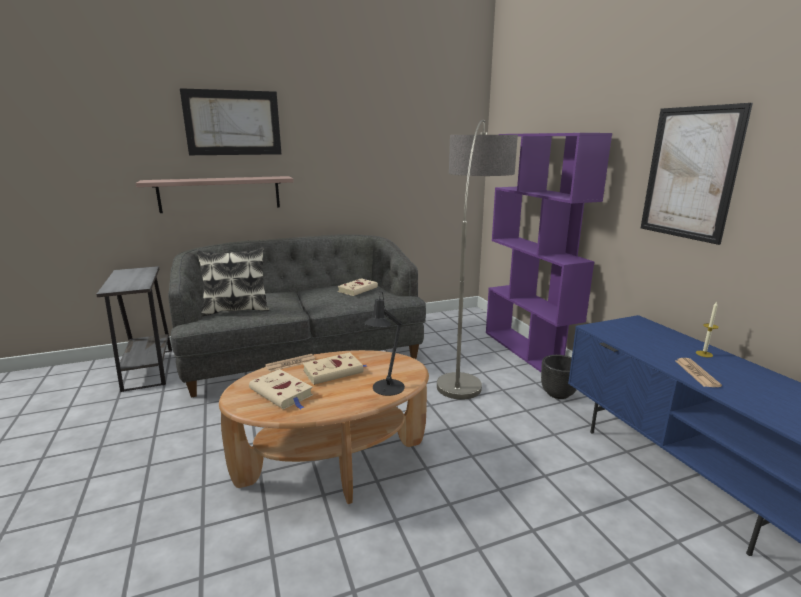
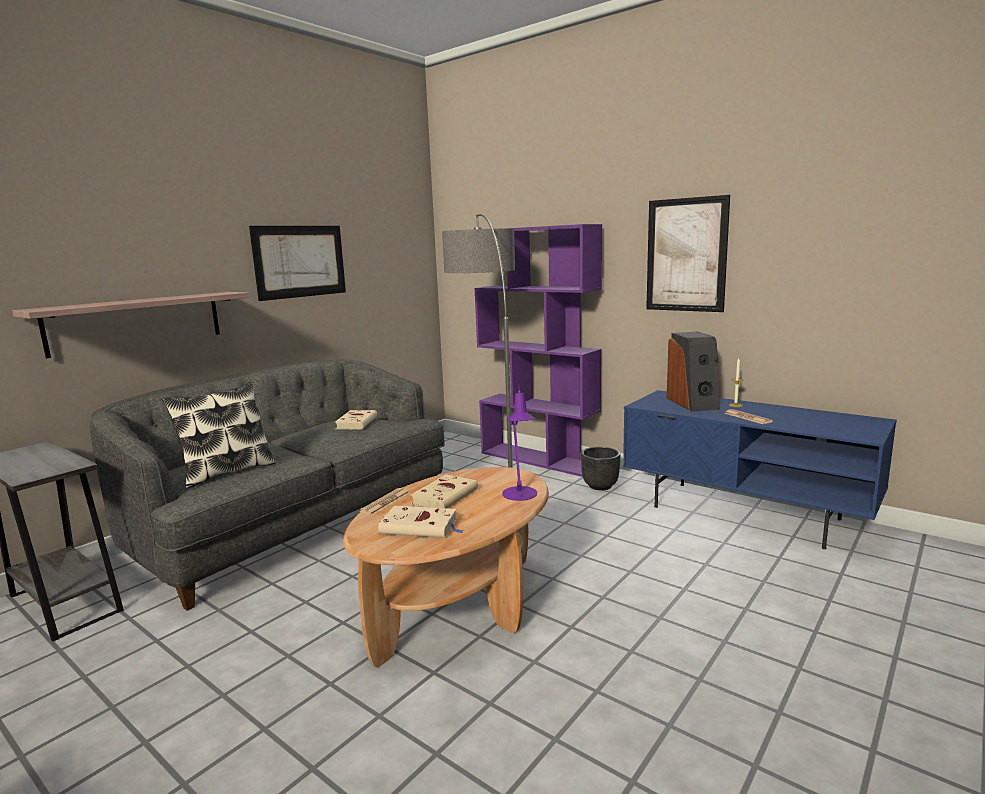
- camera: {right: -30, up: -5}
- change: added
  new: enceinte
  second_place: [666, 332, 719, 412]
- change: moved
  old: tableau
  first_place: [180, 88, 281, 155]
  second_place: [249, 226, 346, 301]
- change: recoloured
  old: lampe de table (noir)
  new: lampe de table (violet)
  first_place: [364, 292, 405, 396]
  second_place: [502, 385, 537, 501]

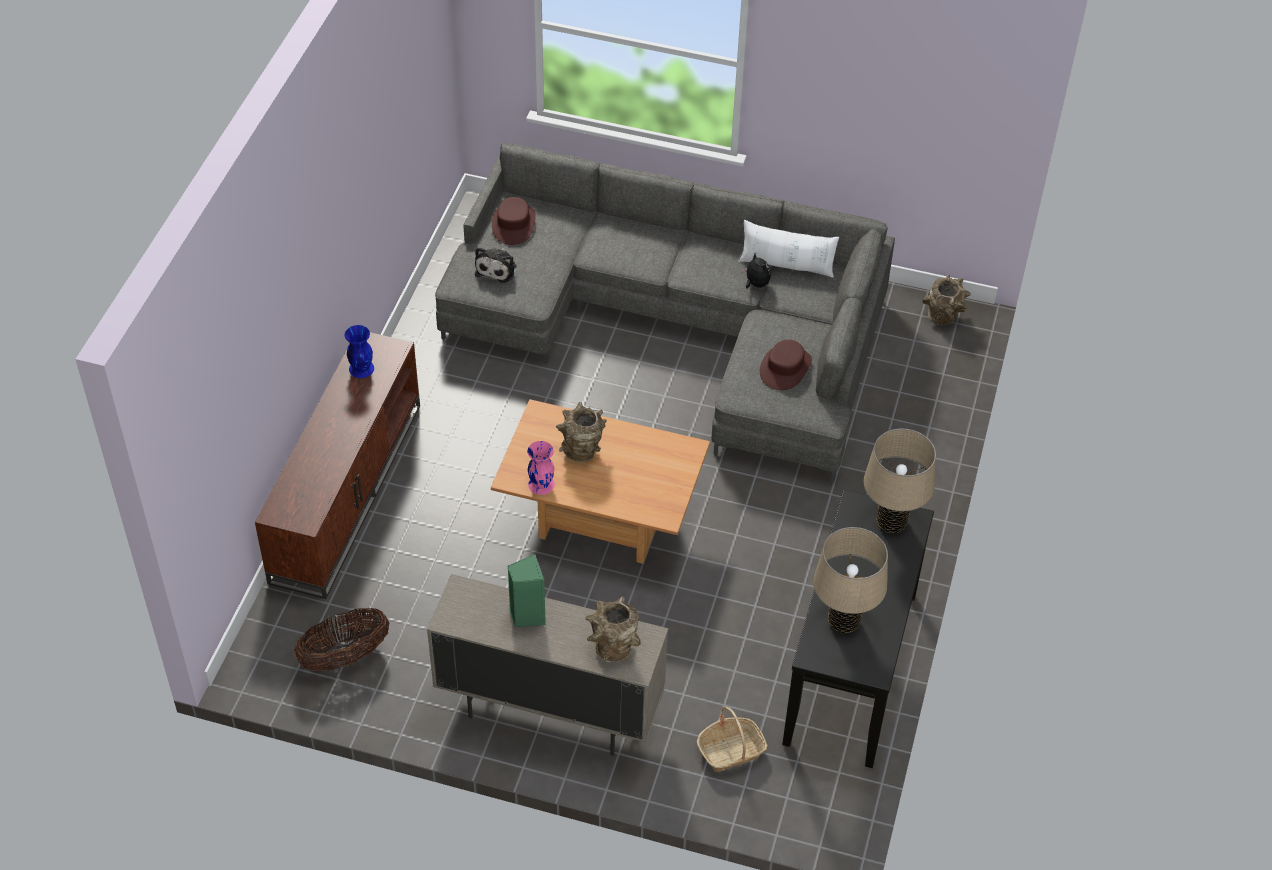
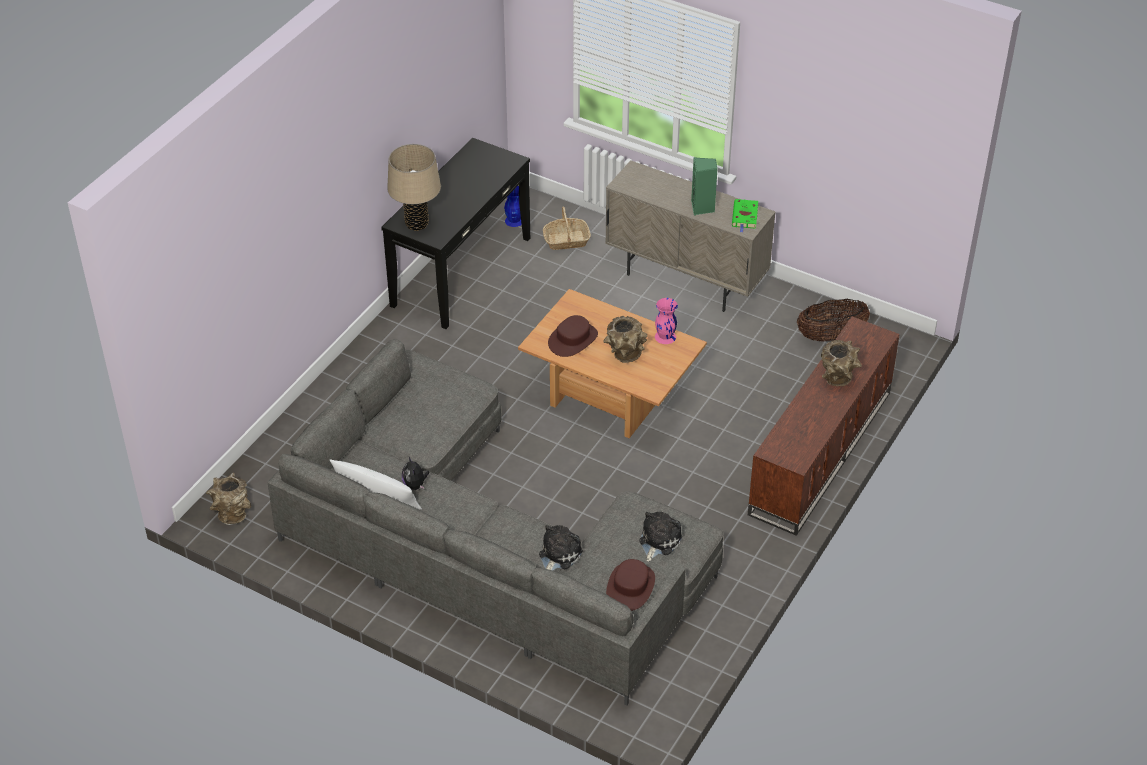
- camera: {right: -165, up: -5}
- change: removed
  old: lampe de table (beige)
  first_place: [813, 527, 888, 633]
- change: added
  new: peluche
  second_place: [539, 525, 583, 570]
- change: added
  new: livre (vert)
  second_place: [732, 199, 758, 233]
- change: moved
  old: vase (bleu)
  first_place: [345, 325, 374, 378]
  second_place: [504, 186, 522, 227]
- change: moved
  old: vase (marron)
  first_place: [585, 596, 640, 662]
  second_place: [821, 340, 862, 386]
- change: moved
  old: chapeau (marron)
  first_place: [760, 339, 812, 390]
  second_place: [548, 315, 598, 357]

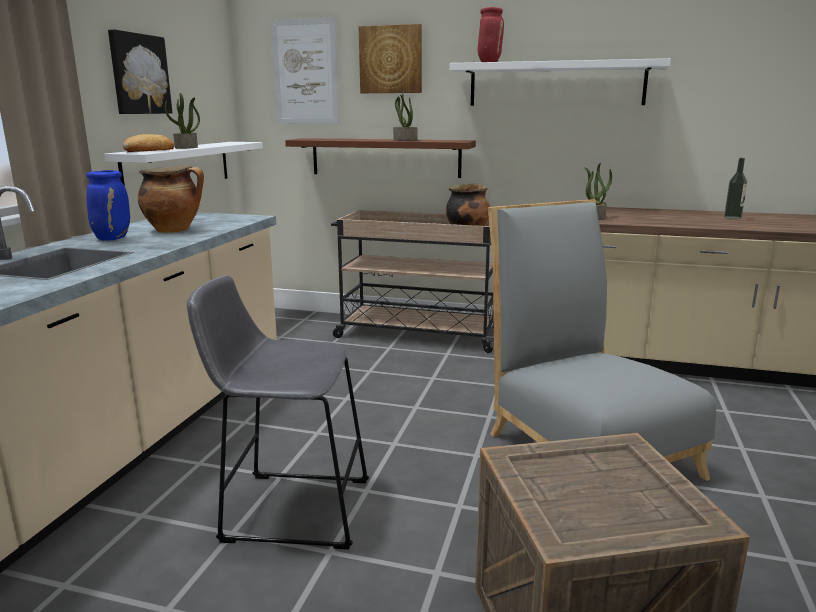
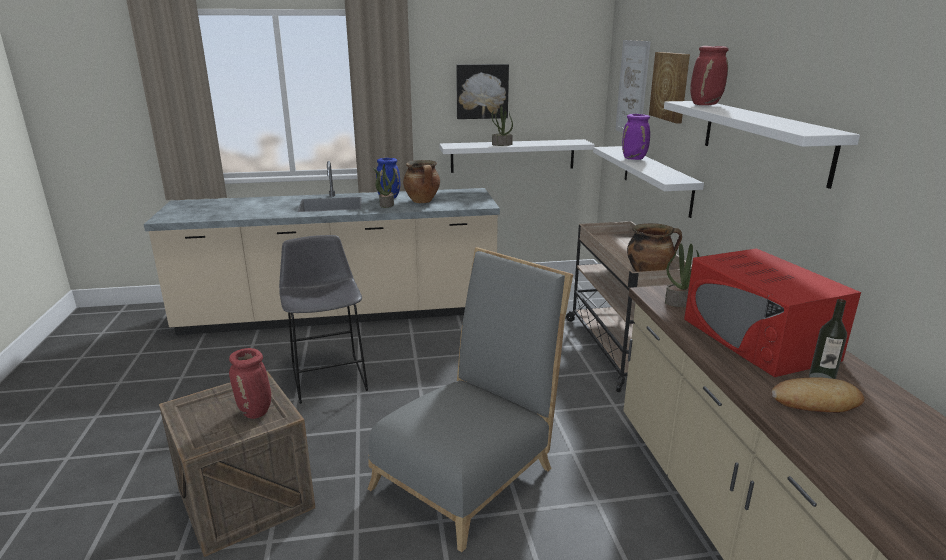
- camera: {right: 65, up: 5}
- change: added
  new: vase (rouge)
  second_place: [229, 348, 271, 419]
- change: added
  new: vase (violet)
  second_place: [622, 114, 650, 160]
- change: added
  new: micro-ondes (rouge)
  second_place: [684, 248, 861, 377]
- change: moved
  old: pain
  first_place: [123, 134, 174, 152]
  second_place: [771, 377, 864, 413]
- change: moved
  old: plante en pot
  first_place: [393, 91, 418, 141]
  second_place: [373, 164, 396, 208]
- change: recoloured
  old: étagère (marron)
  new: étagère (blanc)
  first_place: [285, 138, 476, 178]
  second_place: [593, 146, 704, 218]

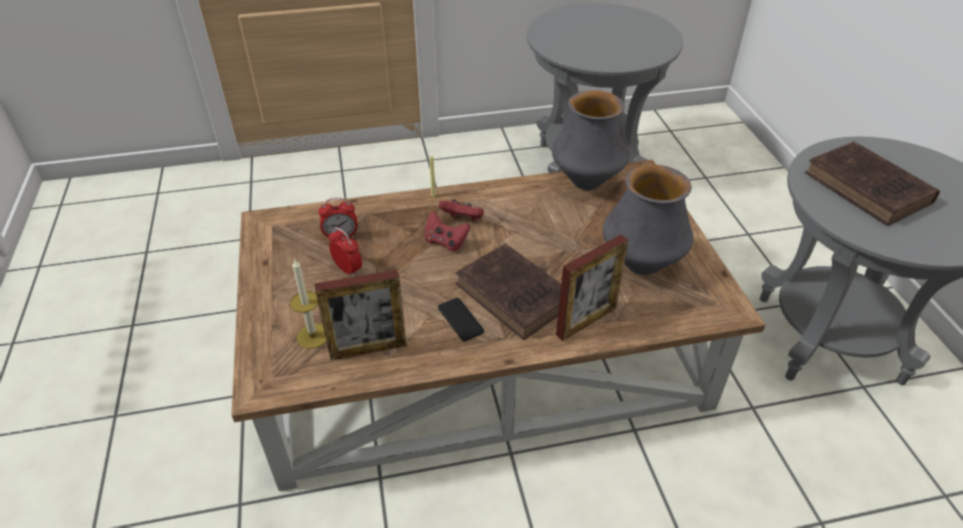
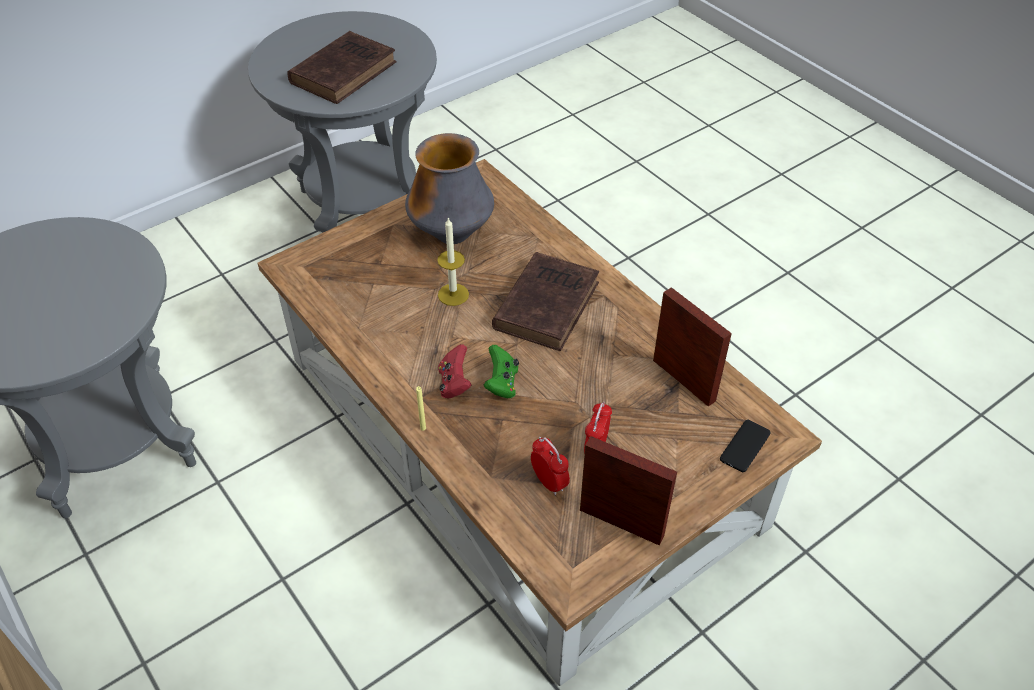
- camera: {right: -115, up: 5}
- change: removed
  old: vase
  first_place: [552, 90, 630, 190]
- change: moved
  old: bougie
  first_place: [290, 258, 326, 349]
  second_place: [437, 217, 469, 306]
- change: moved
  old: téléphone
  first_place: [438, 298, 484, 341]
  second_place: [720, 420, 770, 472]
- change: moved
  old: cadre photo
  first_place: [556, 235, 629, 341]
  second_place: [580, 436, 677, 546]
- change: recoloured
  old: manette (rouge)
  new: manette (vert)
  first_place: [425, 211, 470, 252]
  second_place: [483, 345, 519, 398]

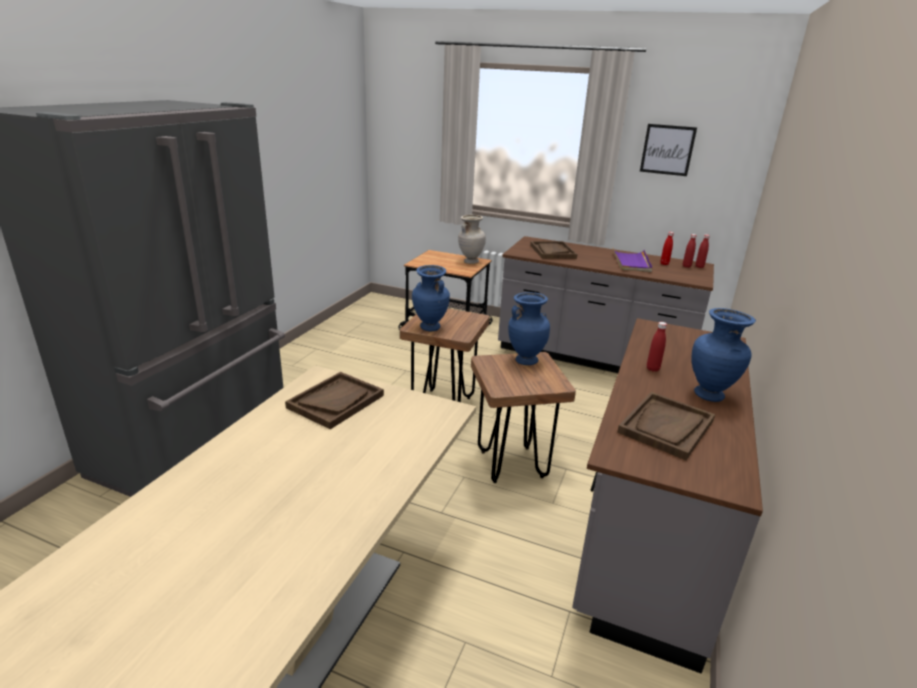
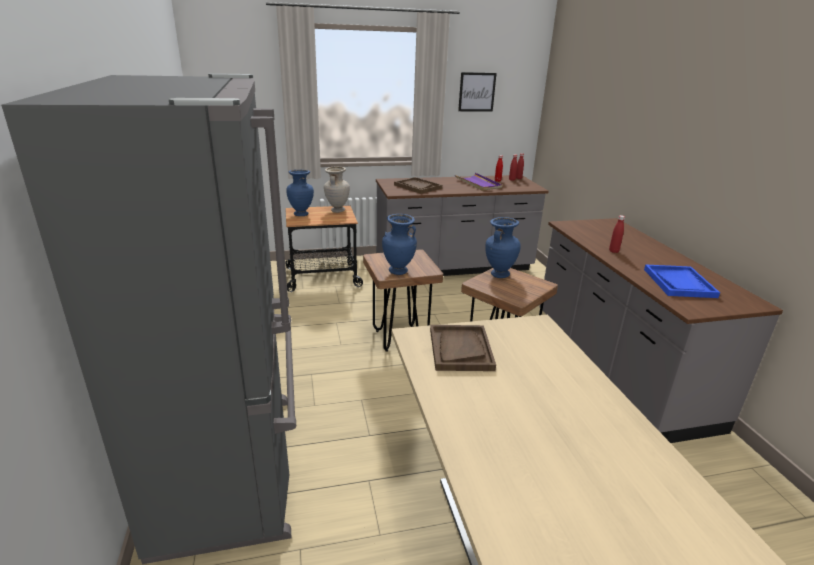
- camera: {right: -35, up: 0}
- change: moved
  old: vase (bleu)
  first_place: [692, 308, 756, 402]
  second_place: [286, 170, 314, 216]
- change: recoloured
  old: plateau (marron)
  new: plateau (bleu)
  first_place: [617, 392, 715, 460]
  second_place: [644, 265, 720, 298]

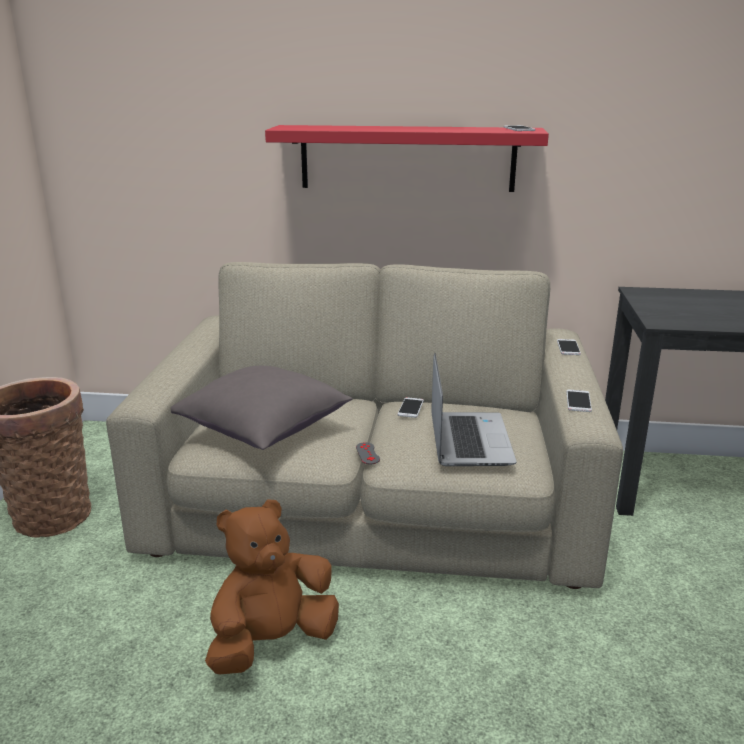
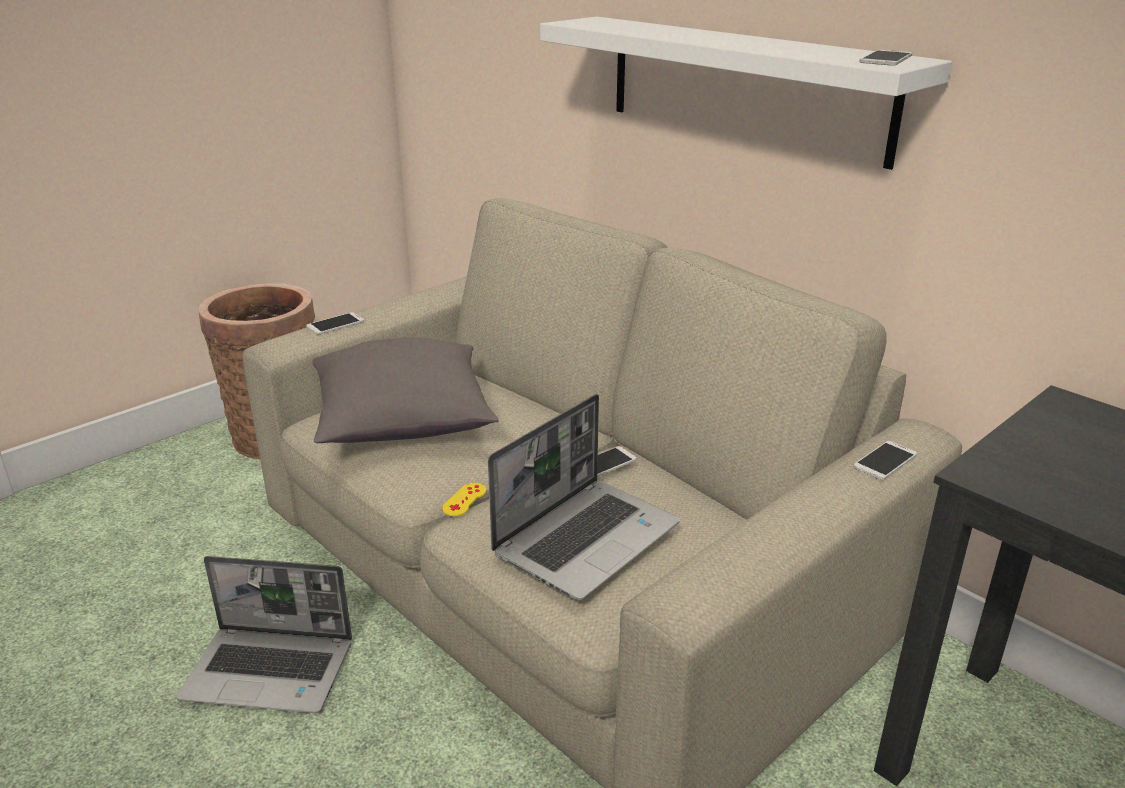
- camera: {right: 40, up: 5}
- change: moved
  old: téléphone
  first_place: [566, 389, 592, 412]
  second_place: [306, 312, 364, 335]
- change: replaced
  old: peluche (marron)
  new: ordinateur portable
  first_place: [205, 499, 339, 675]
  second_place: [177, 556, 352, 713]
- change: recoloured
  old: étagère (rouge)
  new: étagère (blanc)
  first_place: [265, 125, 549, 192]
  second_place: [540, 17, 952, 170]
- change: recoloured
  old: manette (gris)
  new: manette (jaune)
  first_place: [356, 442, 380, 465]
  second_place: [442, 483, 486, 516]

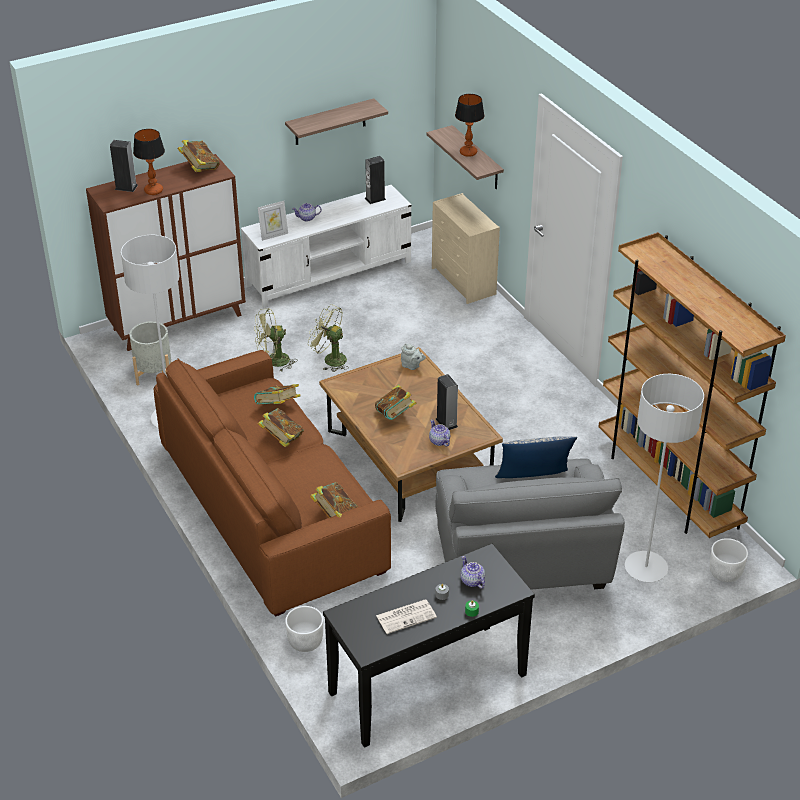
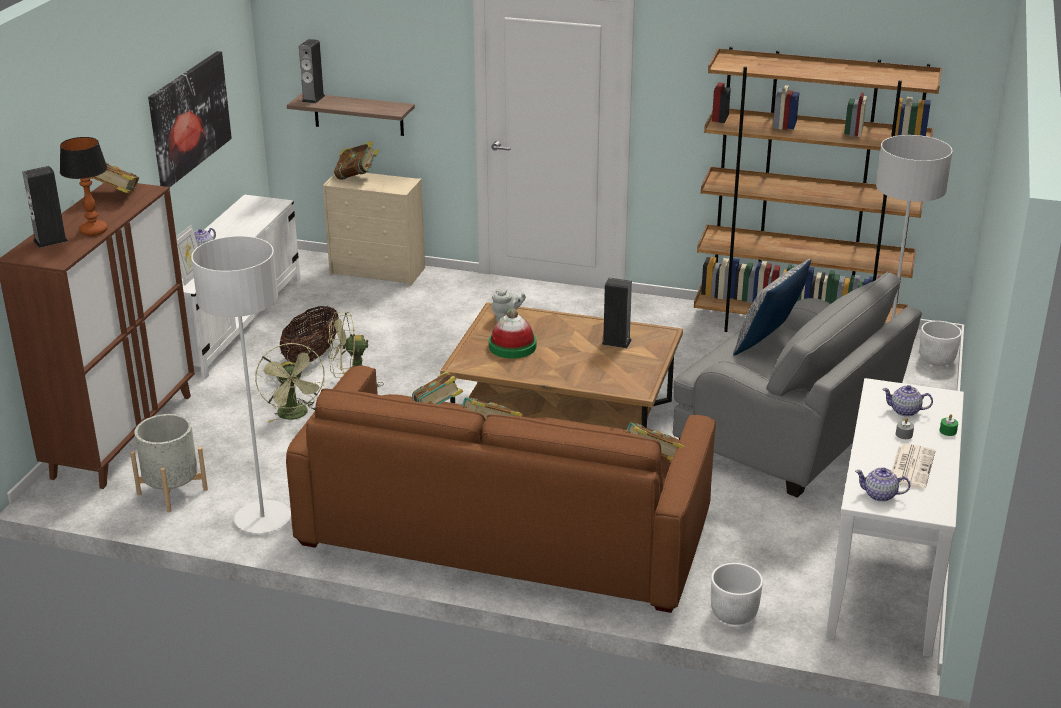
- camera: {right: -45, up: -10}
- change: removed
  old: lampe de table
  first_place: [455, 94, 484, 157]
- change: added
  new: panier
  second_place: [280, 306, 339, 363]
- change: added
  new: chapeau
  second_place: [489, 308, 536, 359]
- change: moved
  old: enceinte
  first_place: [365, 156, 386, 204]
  second_place: [299, 39, 325, 103]
- change: moved
  old: livre
  first_place: [375, 385, 416, 420]
  second_place: [334, 141, 379, 180]
- change: moved
  old: théière
  first_place: [429, 420, 450, 447]
  second_place: [855, 468, 910, 502]
- change: replaced
  old: étagère
  new: tableau
  first_place: [285, 98, 388, 145]
  second_place: [148, 51, 232, 188]
- change: recoloured
  old: table console (noir)
  new: table console (blanc)
  first_place: [323, 544, 535, 748]
  second_place: [826, 378, 964, 657]
- change: turned
  old: ventilateur (vert)
  first_place: [254, 309, 297, 372]
  second_place: [255, 343, 325, 423]
  degrees: -45

